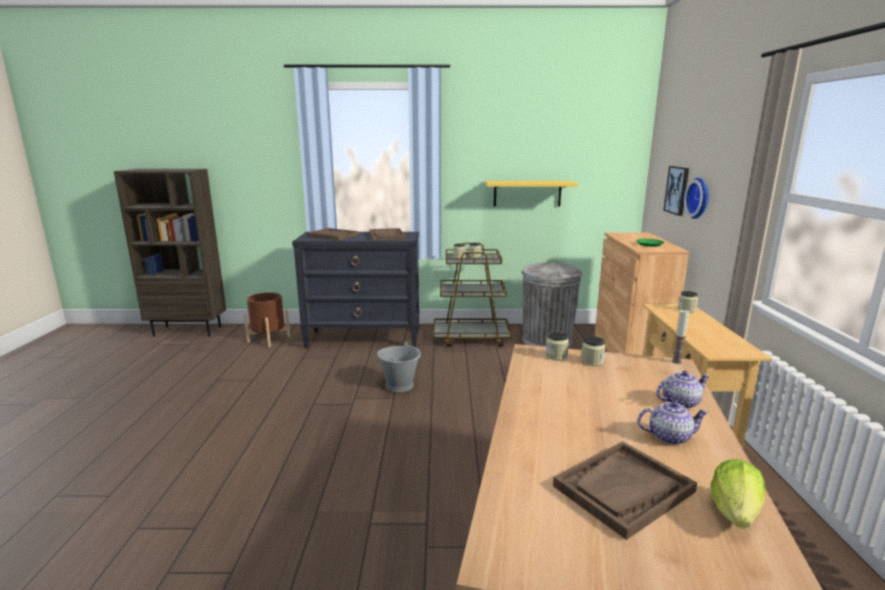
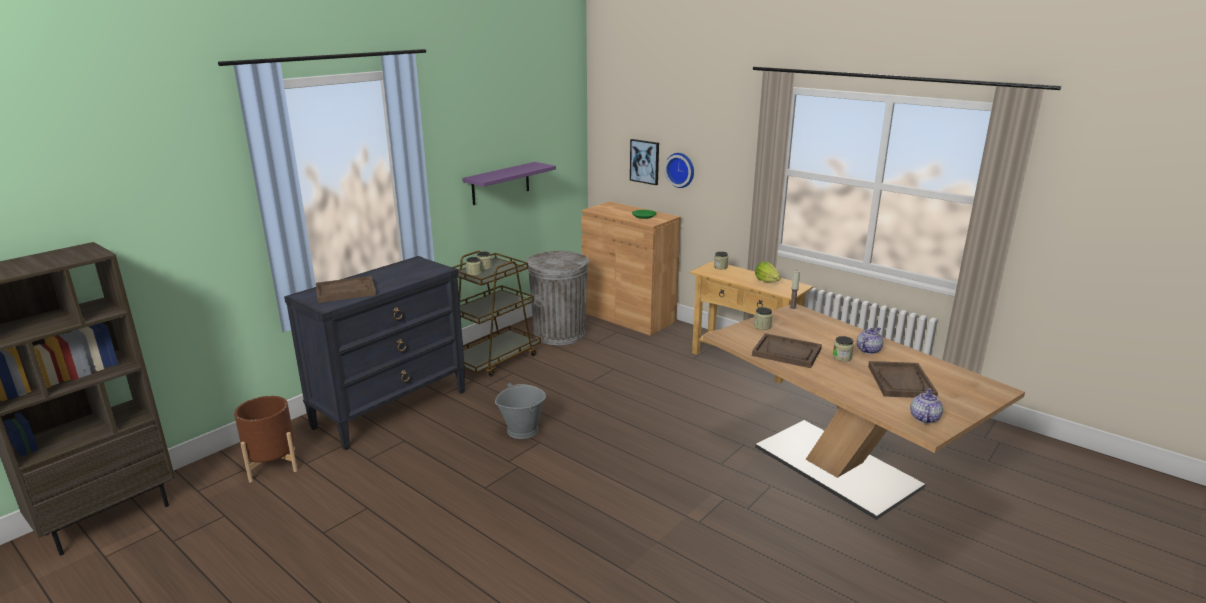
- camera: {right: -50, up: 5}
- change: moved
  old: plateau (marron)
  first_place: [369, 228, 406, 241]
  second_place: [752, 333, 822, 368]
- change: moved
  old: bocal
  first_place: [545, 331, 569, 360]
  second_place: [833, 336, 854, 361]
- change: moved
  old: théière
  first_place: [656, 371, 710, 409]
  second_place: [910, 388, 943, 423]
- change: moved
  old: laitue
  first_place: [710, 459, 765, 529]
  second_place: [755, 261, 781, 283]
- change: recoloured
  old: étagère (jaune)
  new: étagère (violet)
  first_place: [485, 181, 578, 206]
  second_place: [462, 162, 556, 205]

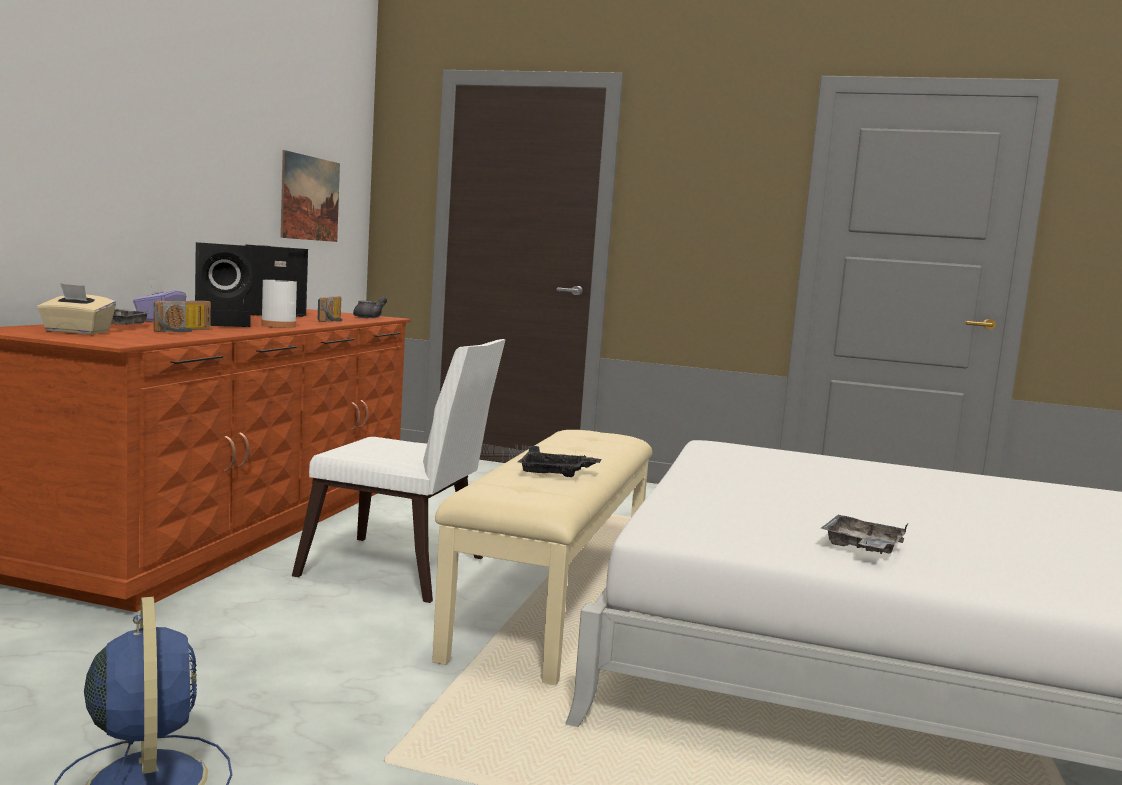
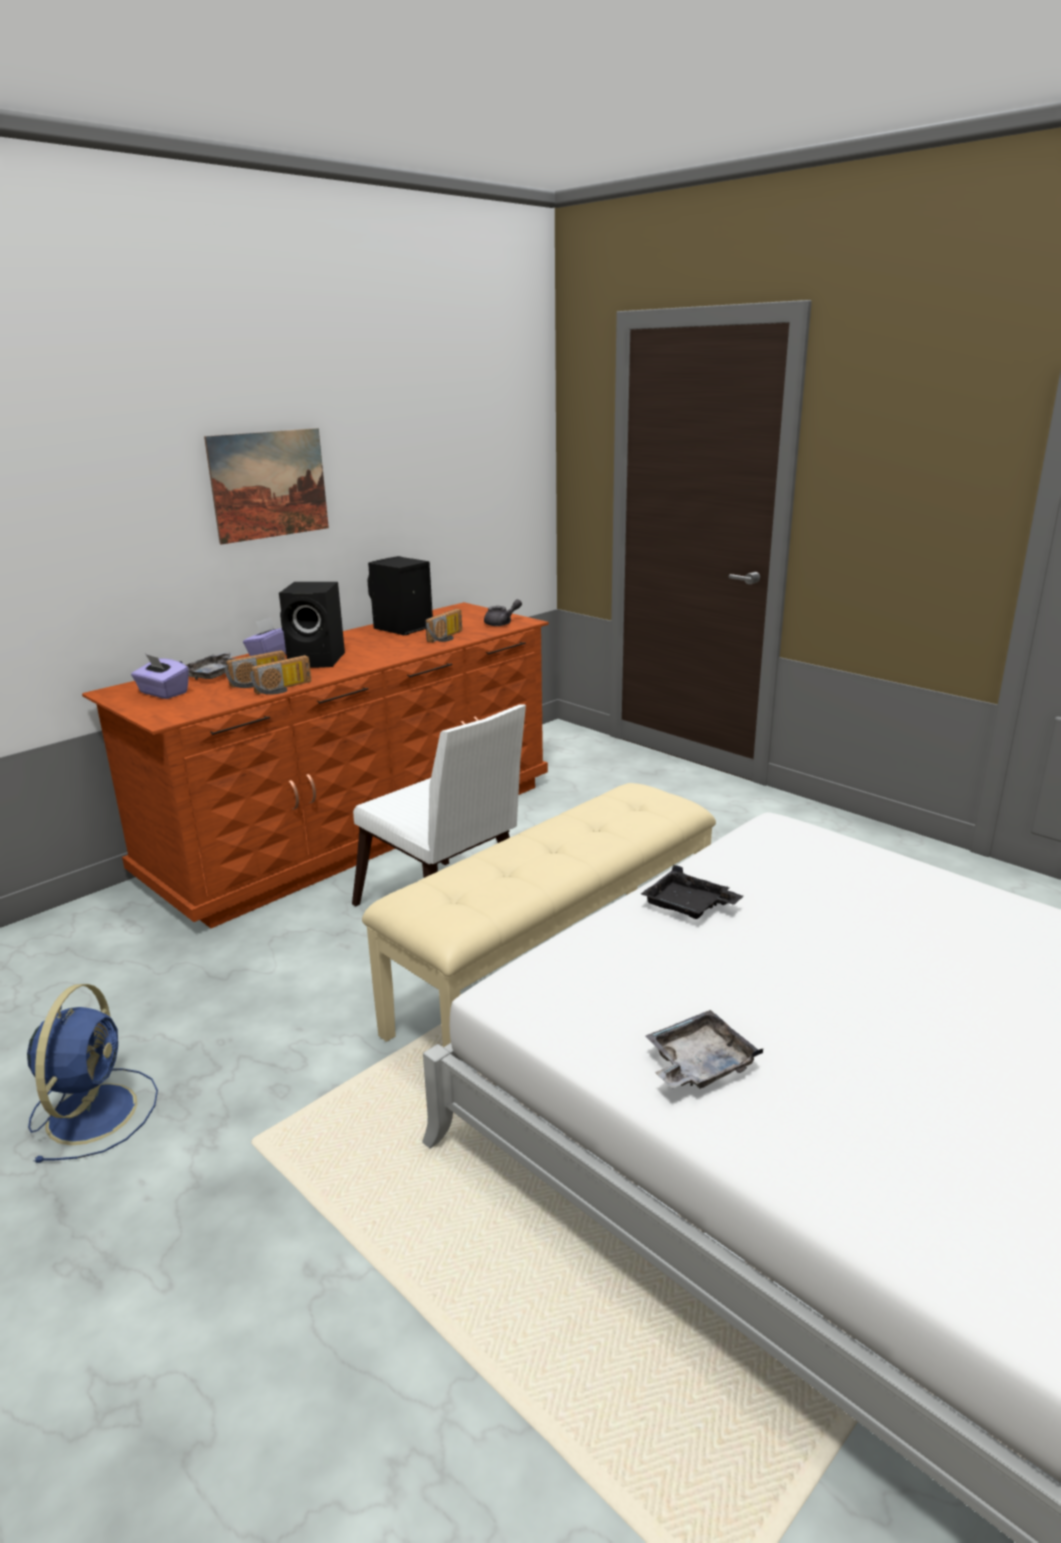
- camera: {right: 30, up: 15}
- change: removed
  old: bouteille (blanc)
  first_place: [261, 261, 297, 328]
- change: added
  new: radio
  second_place: [250, 655, 311, 695]
- change: moved
  old: tableau
  first_place: [280, 150, 340, 242]
  second_place: [204, 428, 329, 545]
- change: moved
  old: plateau (noir)
  first_place: [518, 446, 602, 477]
  second_place: [641, 865, 743, 919]
- change: recoloured
  old: boîte à mouchoirs (beige)
  new: boîte à mouchoirs (violet)
  first_place: [37, 283, 116, 334]
  second_place: [131, 654, 189, 699]

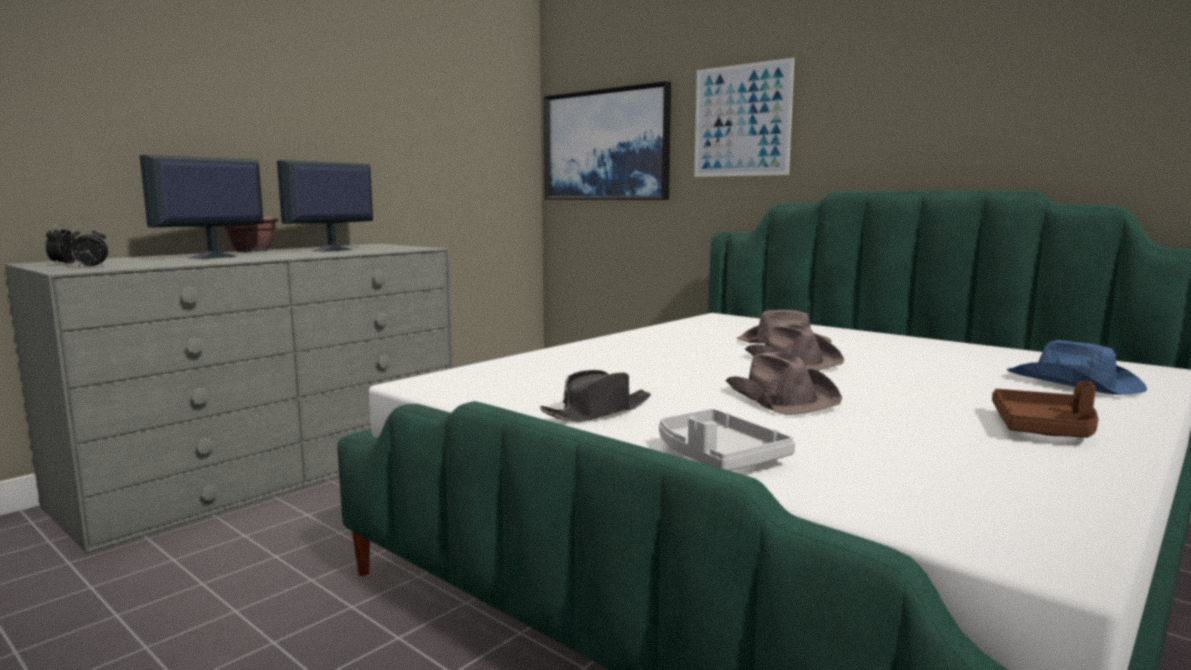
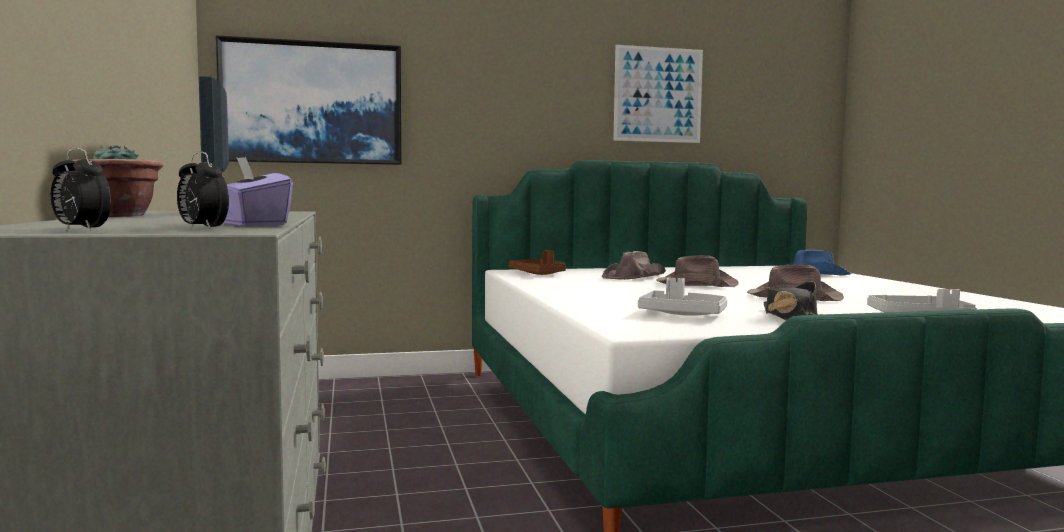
- camera: {right: -55, up: -5}
- change: removed
  old: écran d'ordinateur
  first_place: [140, 155, 264, 259]
- change: added
  new: boîte à mouchoirs (violet)
  second_place: [223, 156, 293, 226]
- change: added
  new: plateau (gris)
  second_place: [638, 278, 727, 316]
- change: moved
  old: tableau
  first_place: [694, 58, 794, 177]
  second_place: [613, 45, 703, 143]
- change: moved
  old: plateau (marron)
  first_place: [992, 381, 1098, 438]
  second_place: [509, 250, 566, 275]
- change: turned
  old: réveil
  first_place: [67, 225, 108, 267]
  second_place: [177, 151, 229, 230]
  degrees: 120

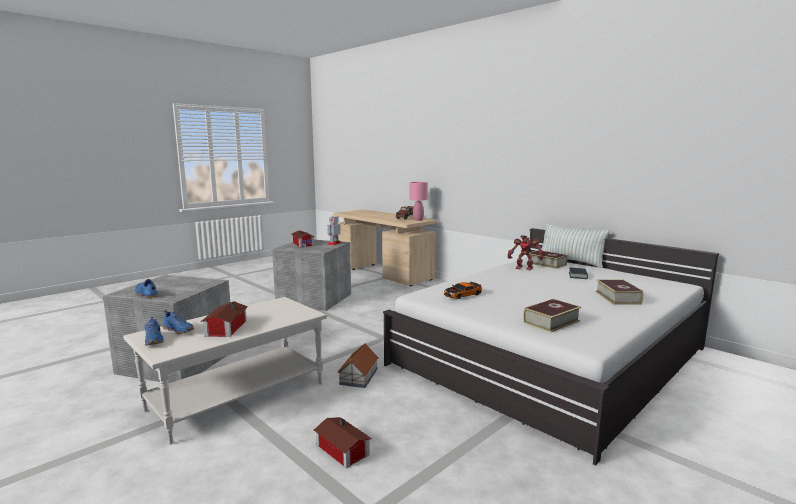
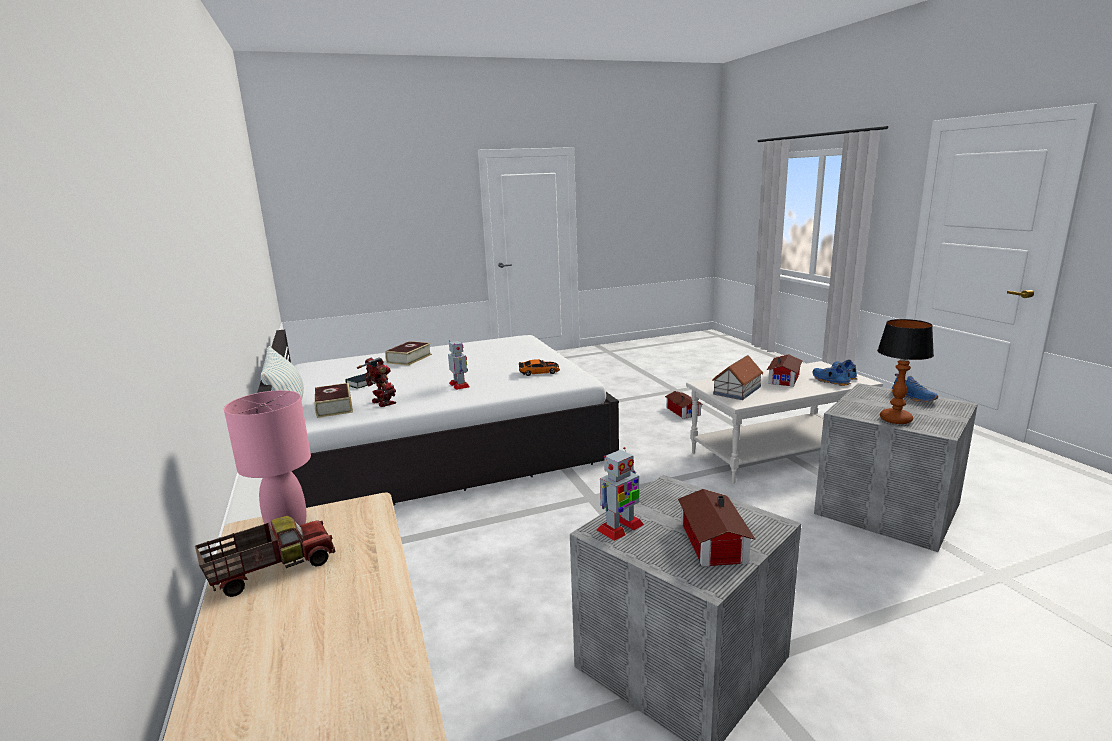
- camera: {right: -155, up: 5}
- change: removed
  old: livre
  first_place: [523, 299, 581, 332]
- change: added
  new: robot jouet
  second_place: [448, 340, 470, 390]
- change: added
  new: lampe de table
  second_place: [877, 319, 934, 424]
- change: moved
  old: maison miniature
  first_place: [337, 343, 379, 388]
  second_place: [712, 355, 763, 400]

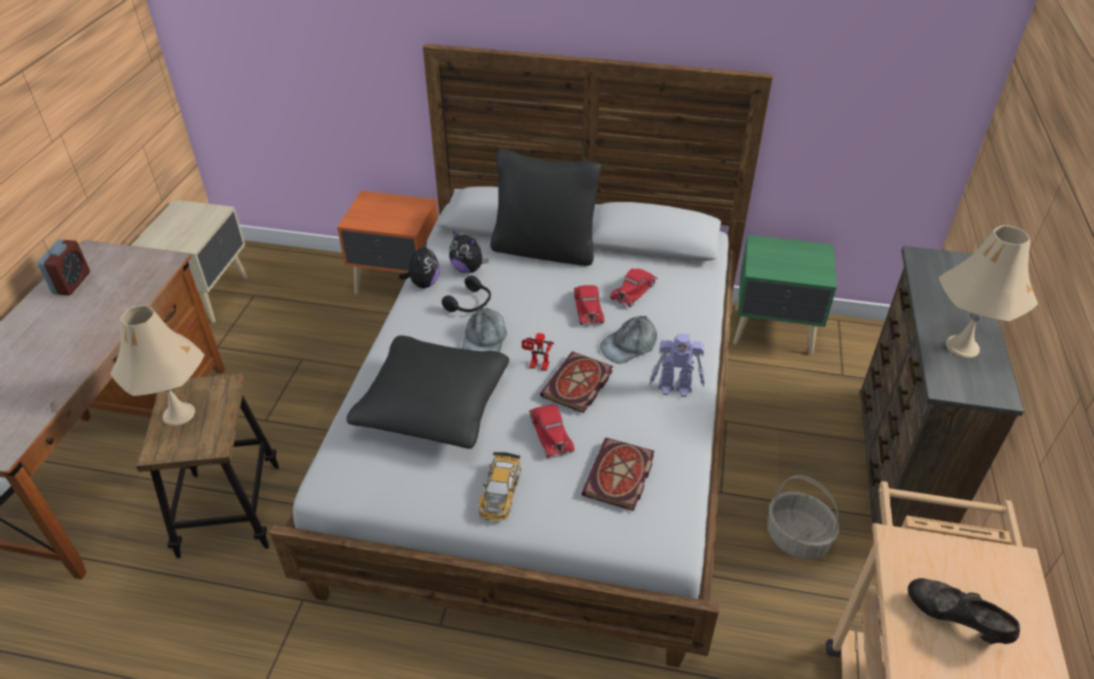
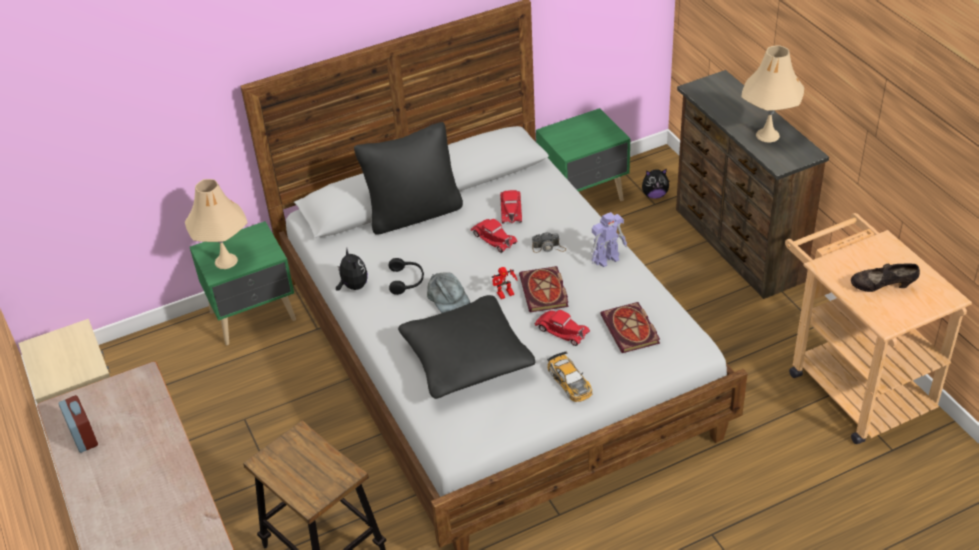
- camera: {right: -35, up: 0}
- change: removed
  old: panier
  first_place: [767, 475, 839, 559]
- change: moved
  old: lampe de table (beige)
  first_place: [110, 305, 205, 426]
  second_place: [185, 179, 248, 269]
- change: moved
  old: peluche
  first_place: [449, 231, 489, 273]
  second_place: [642, 169, 670, 199]
- change: replaced
  old: casquette (gris)
  new: appareil photo
  first_place: [600, 316, 657, 364]
  second_place: [532, 232, 566, 253]
- change: recoloured
  old: table de chevet (orange)
  new: table de chevet (vert)
  first_place: [337, 191, 438, 294]
  second_place: [190, 221, 296, 345]

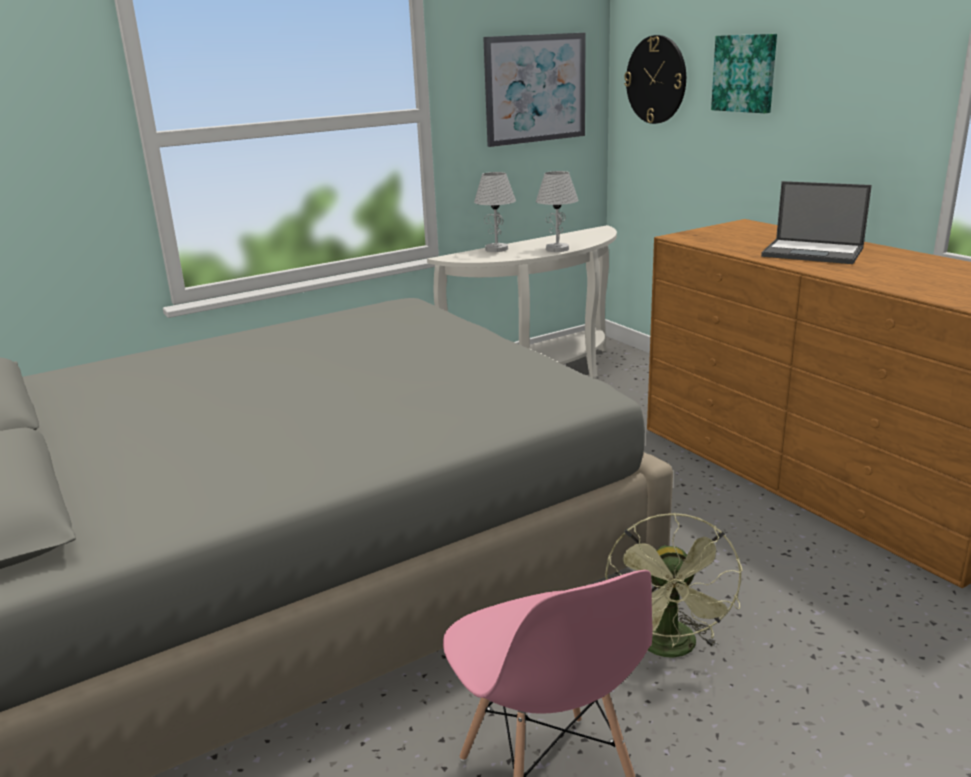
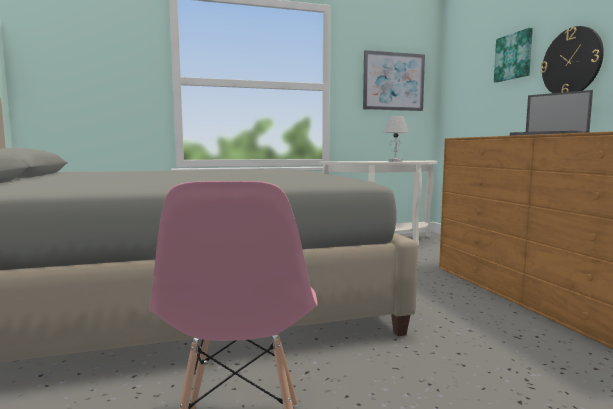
- camera: {right: 15, up: -15}
- change: removed
  old: lampe de table (blanc)
  first_place: [474, 172, 516, 252]
- change: removed
  old: ventilateur (vert)
  first_place: [605, 513, 743, 658]
- change: moved
  old: horloge murale
  first_place: [624, 35, 686, 124]
  second_place: [541, 26, 604, 93]

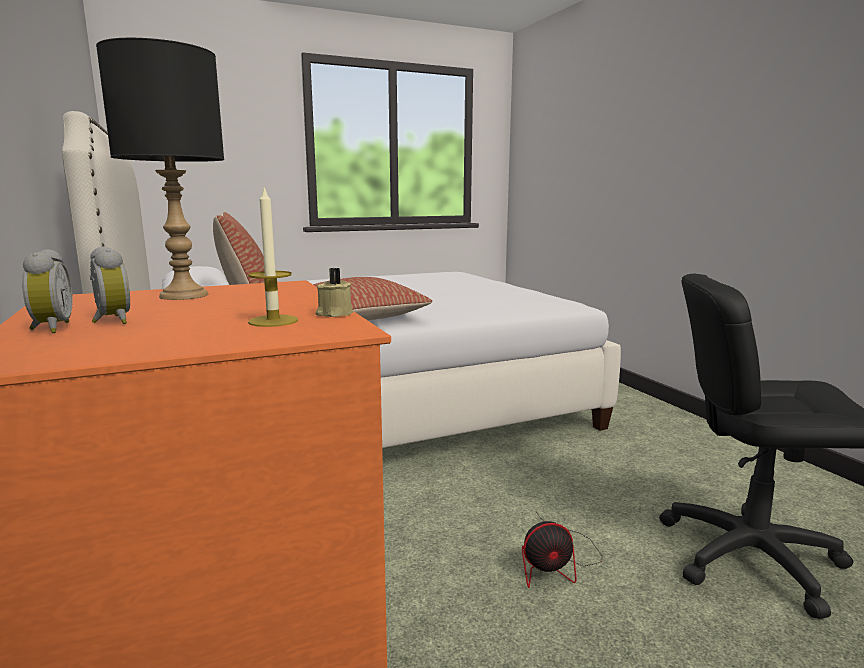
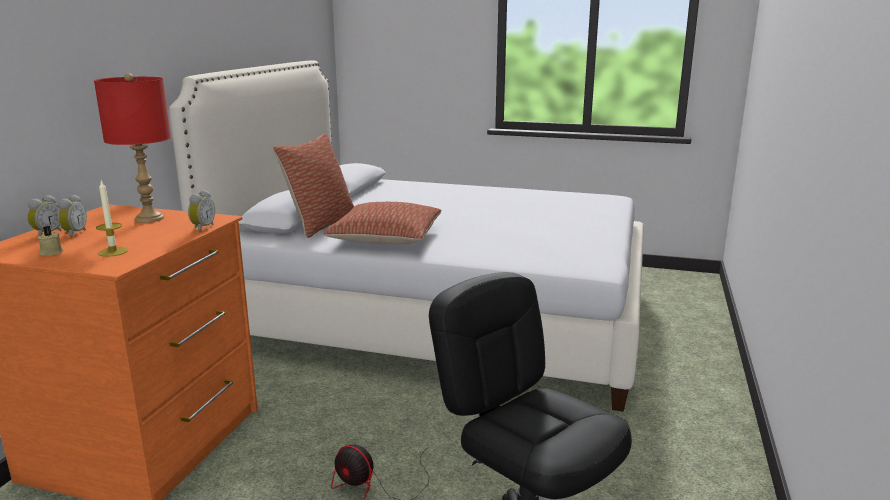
- camera: {right: 40, up: 5}
- change: added
  new: réveil
  second_place: [188, 190, 215, 232]
- change: moved
  old: bougie (beige)
  first_place: [316, 268, 353, 317]
  second_place: [37, 226, 63, 256]
- change: recoloured
  old: lampe de table (noir)
  new: lampe de table (rouge)
  first_place: [96, 38, 224, 300]
  second_place: [94, 73, 171, 223]

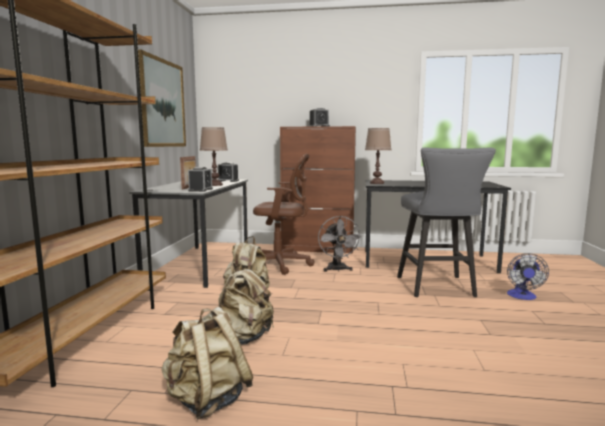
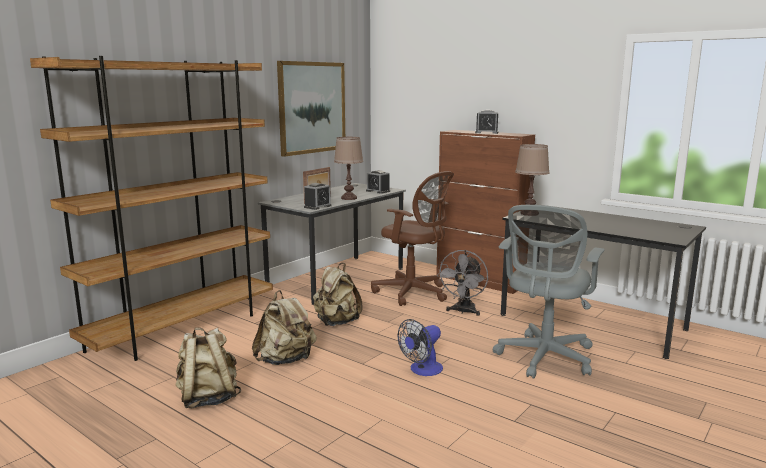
- camera: {right: 30, up: 5}
- change: moved
  old: ventilateur
  first_place: [507, 253, 549, 300]
  second_place: [398, 319, 443, 376]
- change: replaced
  old: tabouret (gris)
  new: chaise de bureau (gris)
  first_place: [397, 147, 496, 297]
  second_place: [493, 205, 604, 379]

